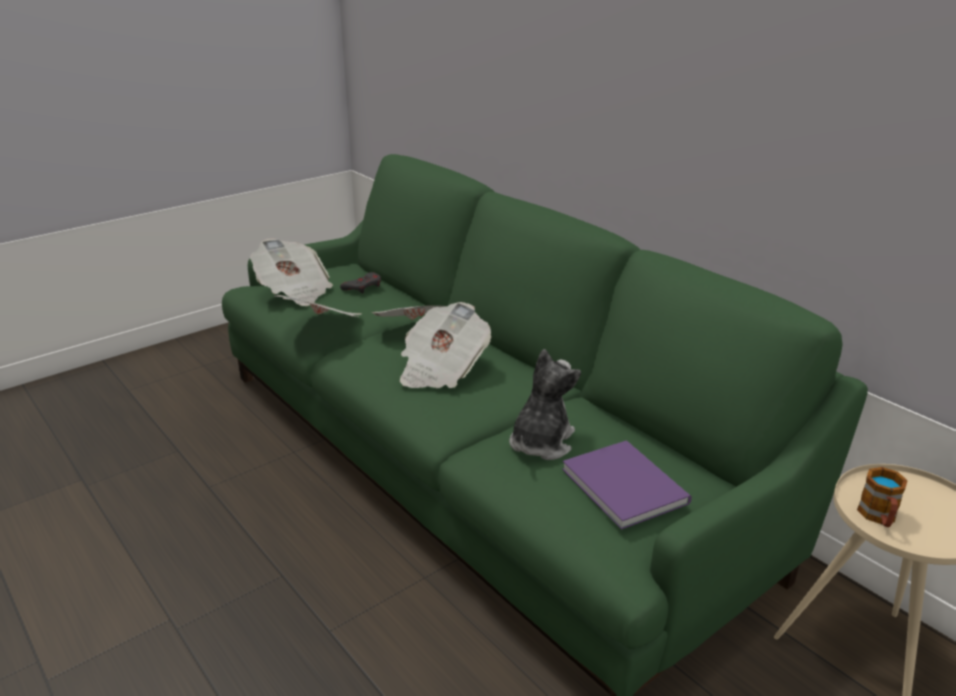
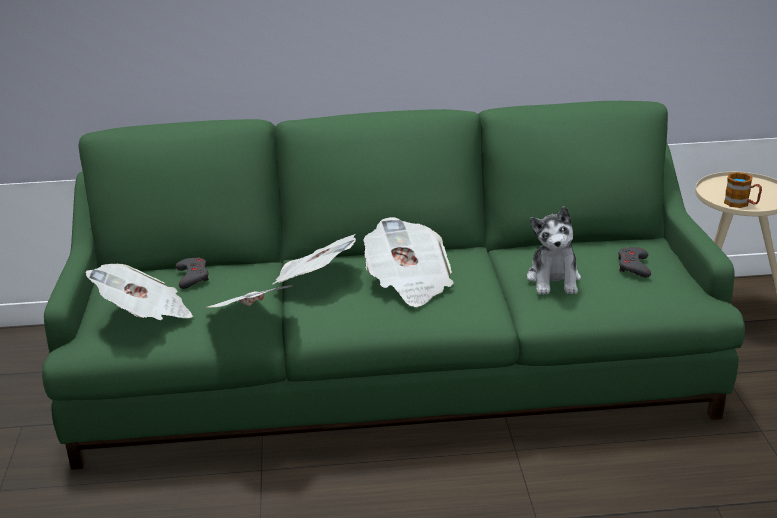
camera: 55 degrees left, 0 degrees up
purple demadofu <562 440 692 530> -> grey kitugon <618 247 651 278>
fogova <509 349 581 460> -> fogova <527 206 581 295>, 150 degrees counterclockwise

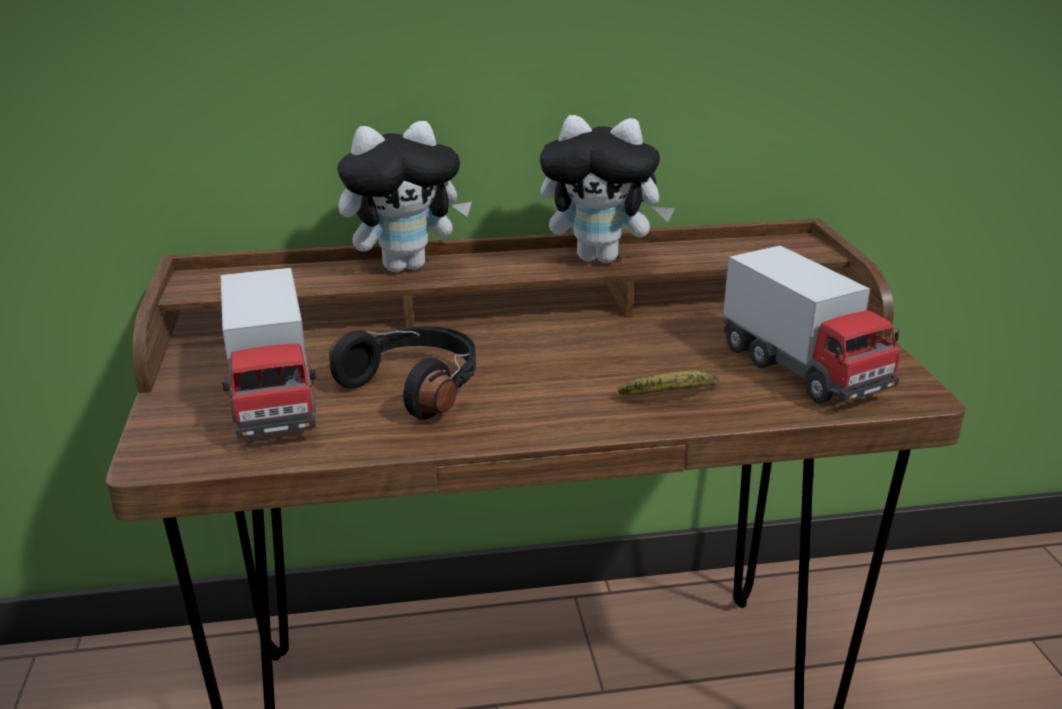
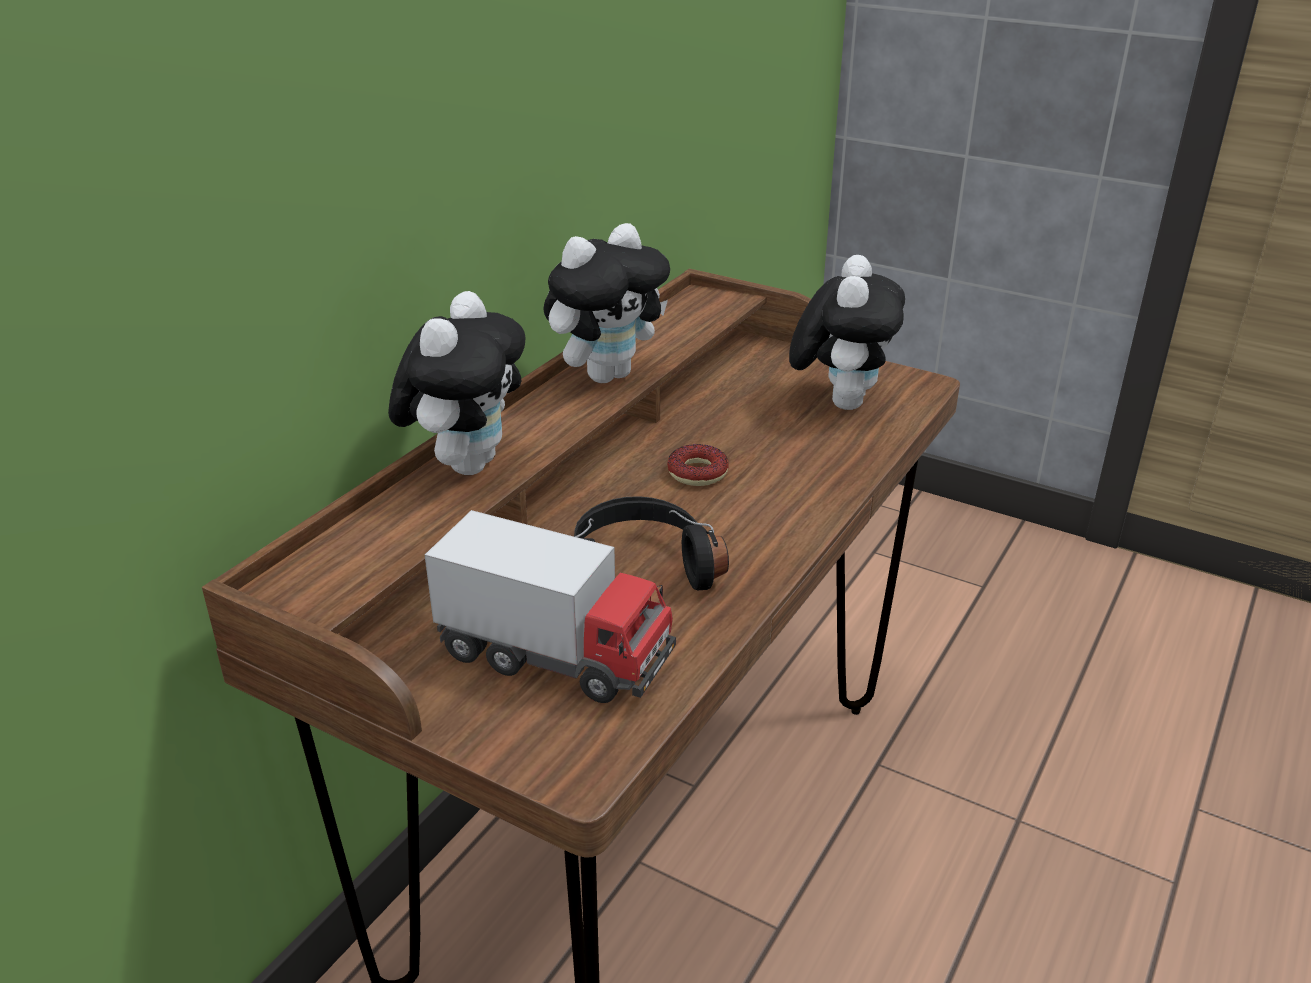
camera: 50 degrees left, 5 degrees up
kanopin <618 371 719 395> -> none
none -> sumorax <667 444 729 486>
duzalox <723 245 900 404> -> fogova <789 255 905 410>

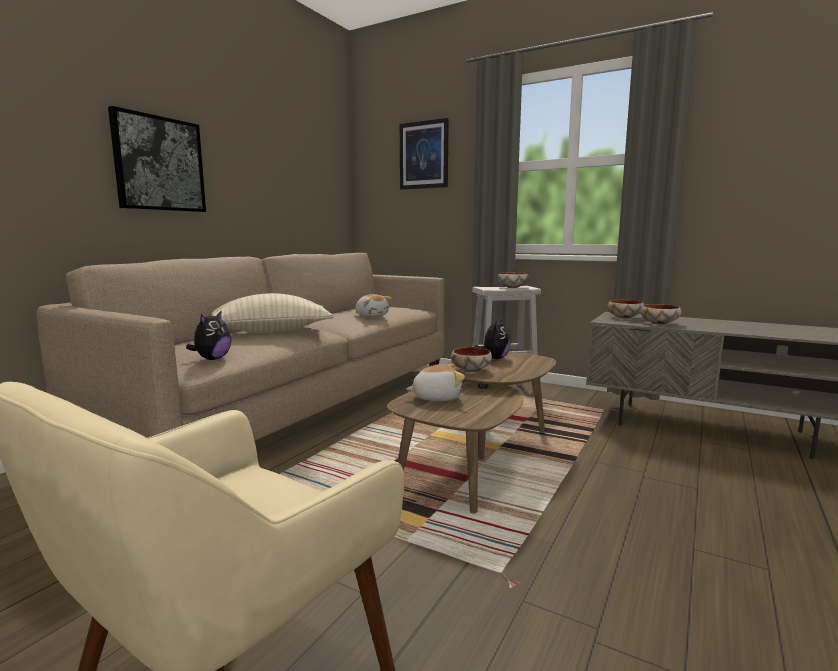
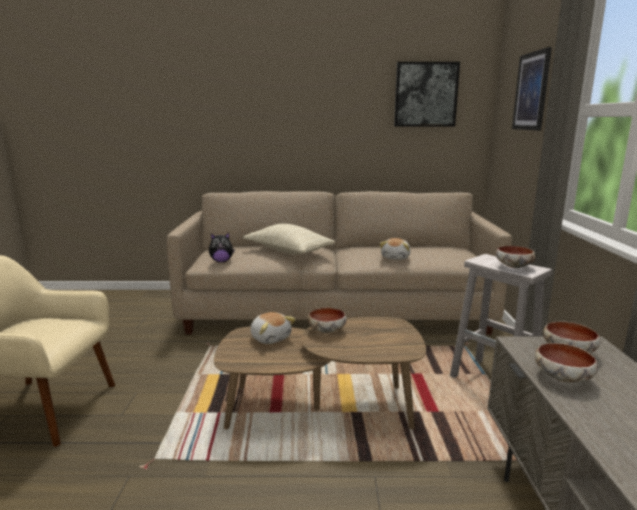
camera: 60 degrees right, 5 degrees up
fogova <475 318 511 359> -> none
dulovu <108 106 206 212> -> dulovu <394 62 460 127>, relocated

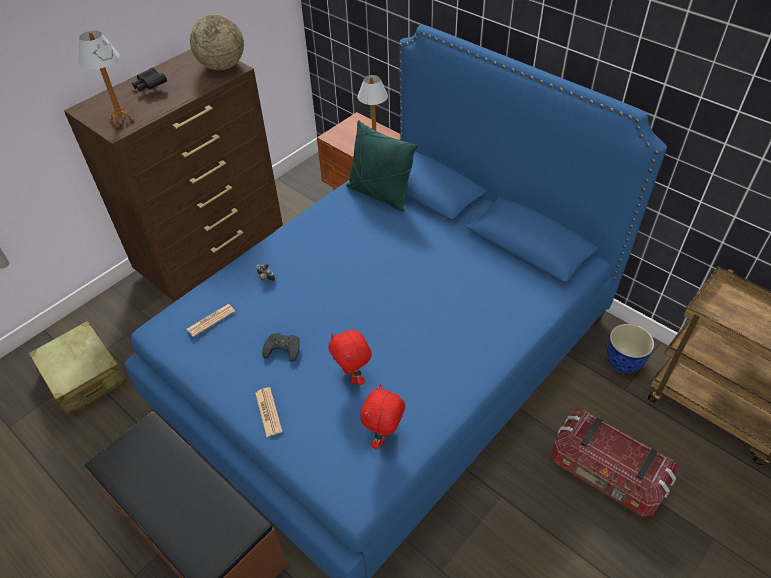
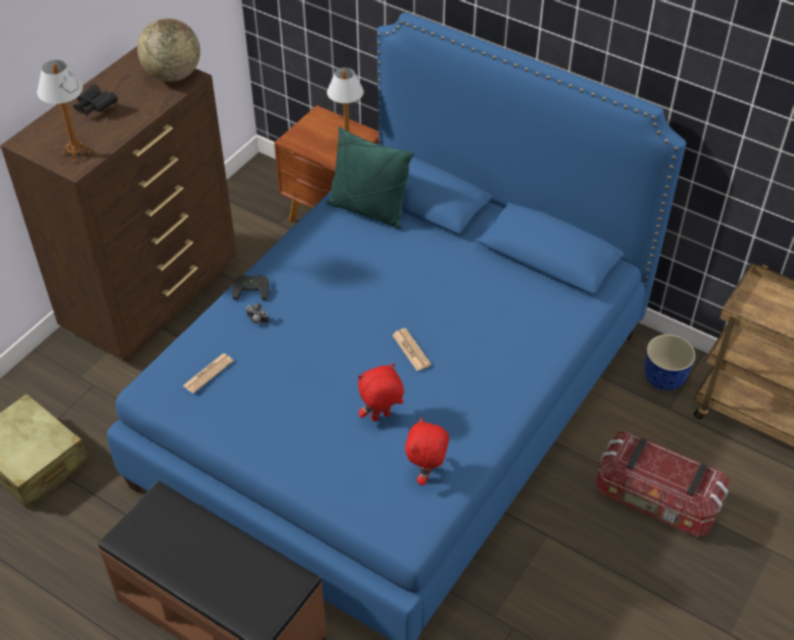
camera: 10 degrees left, 0 degrees up
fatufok <255 387 282 437> -> fatufok <392 328 431 371>, relocated
black kitugon <262 333 300 362> -> black kitugon <232 275 269 300>, relocated
red fogova <329 330 372 385> -> red fogova <358 363 404 421>, 105 degrees clockwise

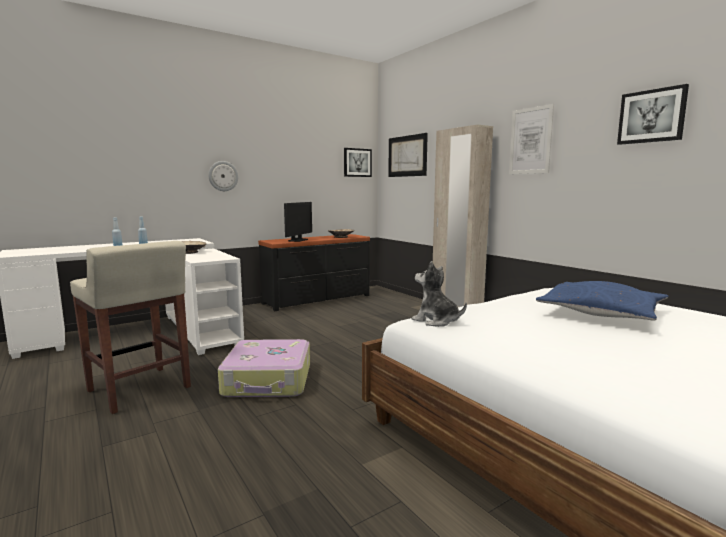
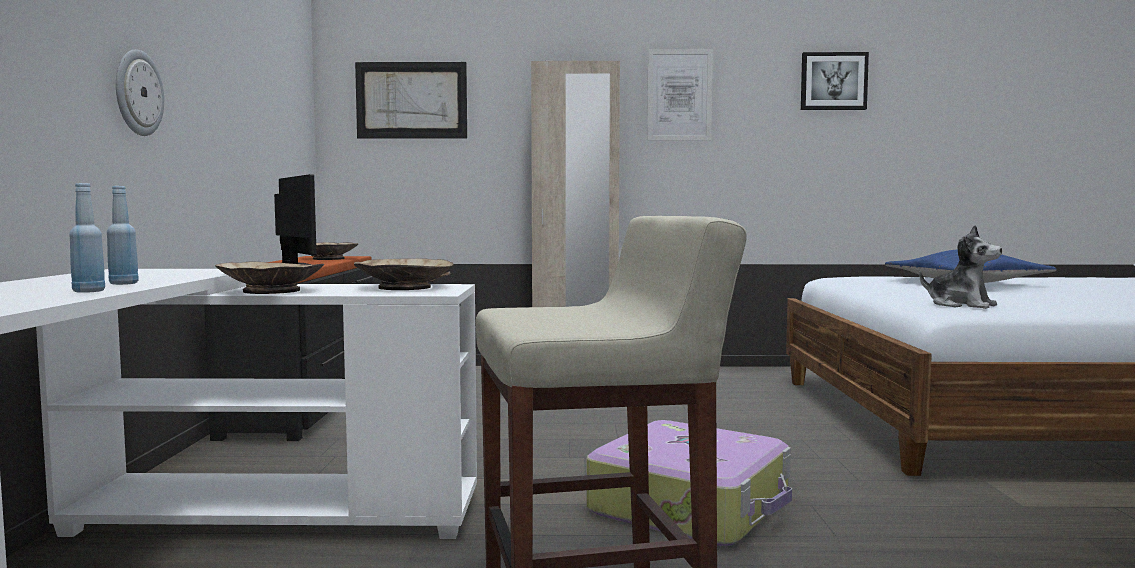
camera: 55 degrees left, 5 degrees down
dulovu <344 148 372 177> -> none
none -> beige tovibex <354 258 454 290>
fogova <412 261 467 327> -> fogova <919 225 1002 309>, 120 degrees counterclockwise

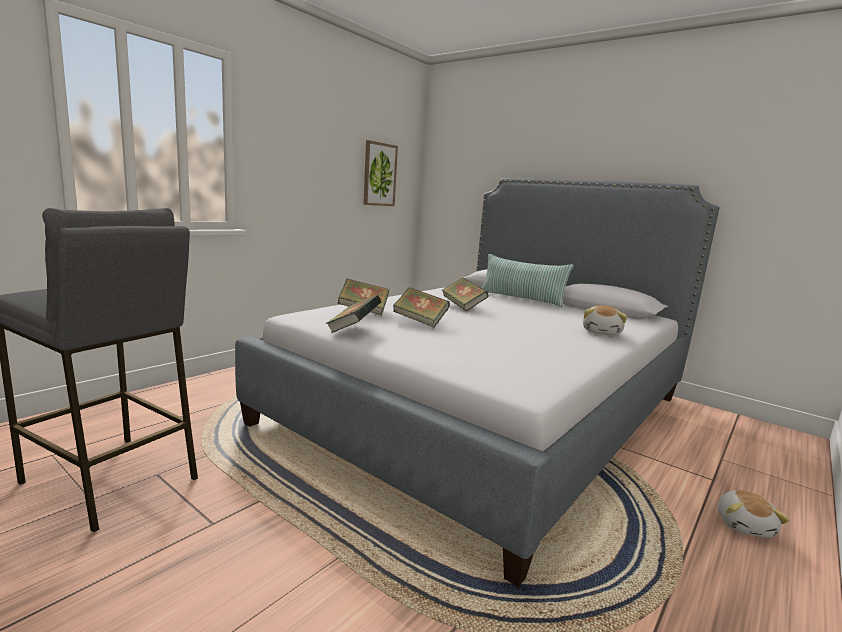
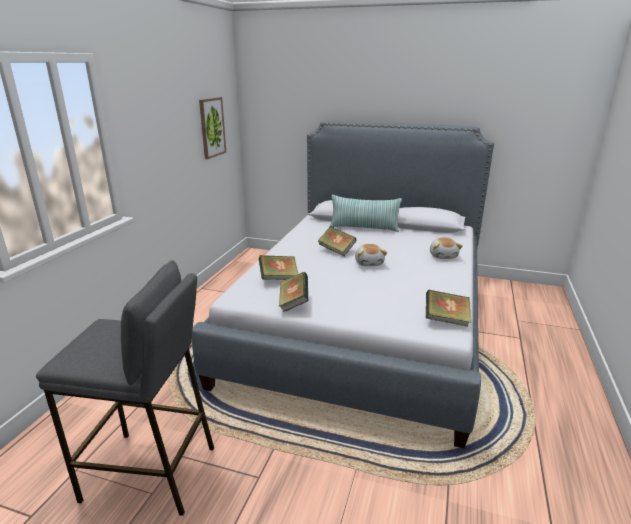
camera: 20 degrees left, 10 degrees up
demadofu <393 287 450 328> -> demadofu <426 290 471 327>, relocated
fogova <718 490 790 538> -> fogova <355 244 387 266>, relocated

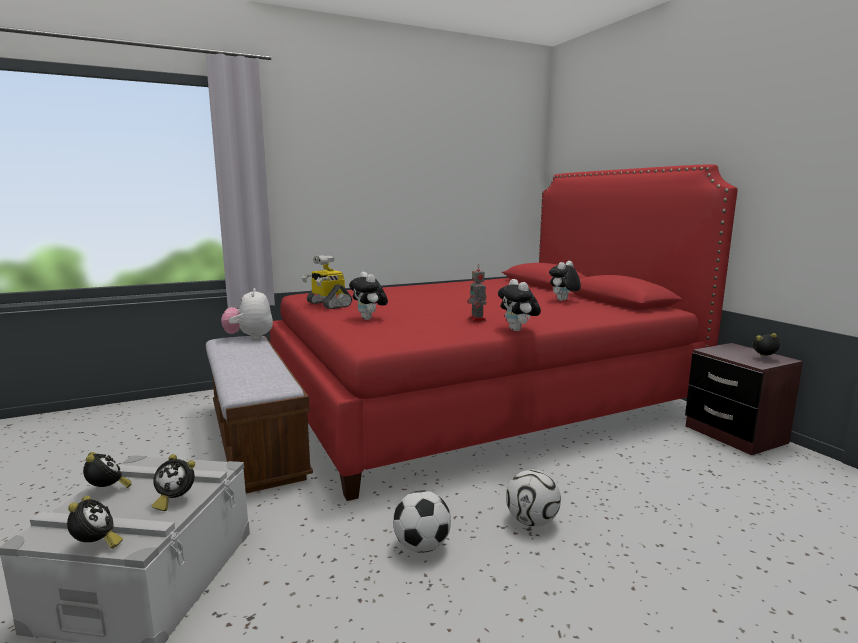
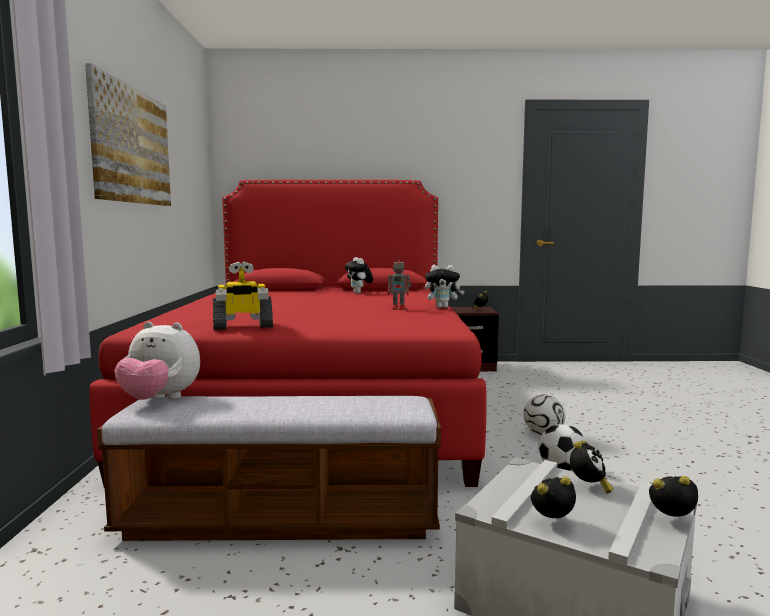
camera: 65 degrees left, 5 degrees down
fogova <349 272 388 320> -> none
none -> dulovu <85 63 171 206>

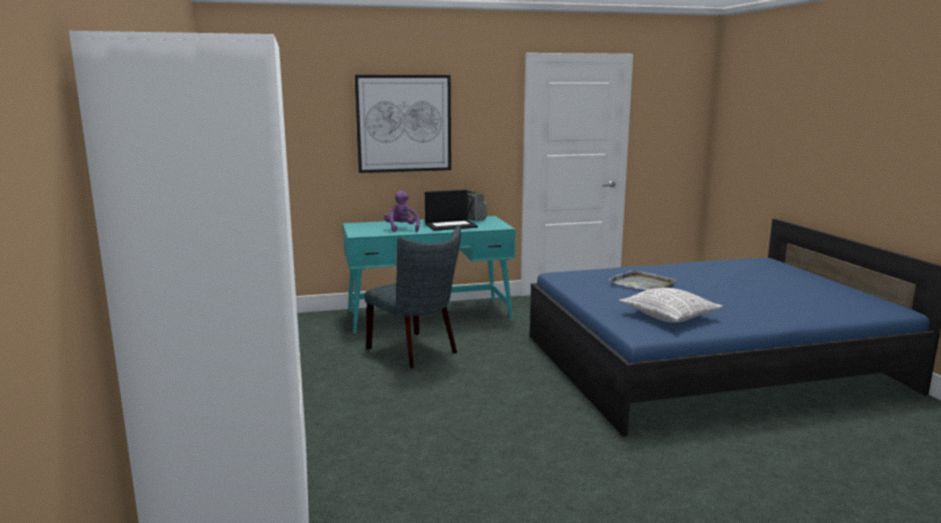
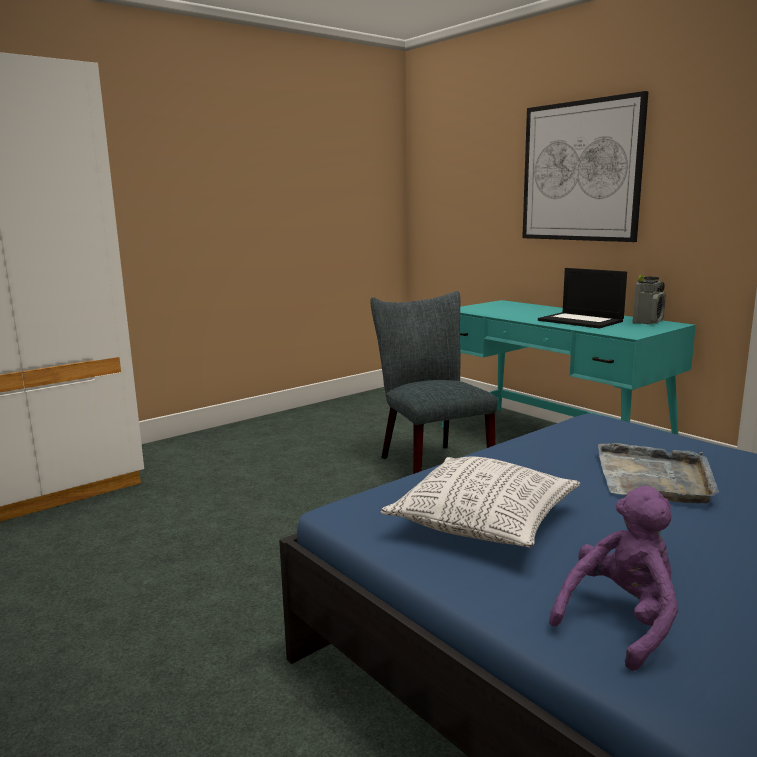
camera: 65 degrees right, 0 degrees up
purple fogova <384 191 420 232> -> purple fogova <549 486 678 671>, relocated
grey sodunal <364 226 461 368> -> grey sodunal <370 291 498 474>, 135 degrees clockwise

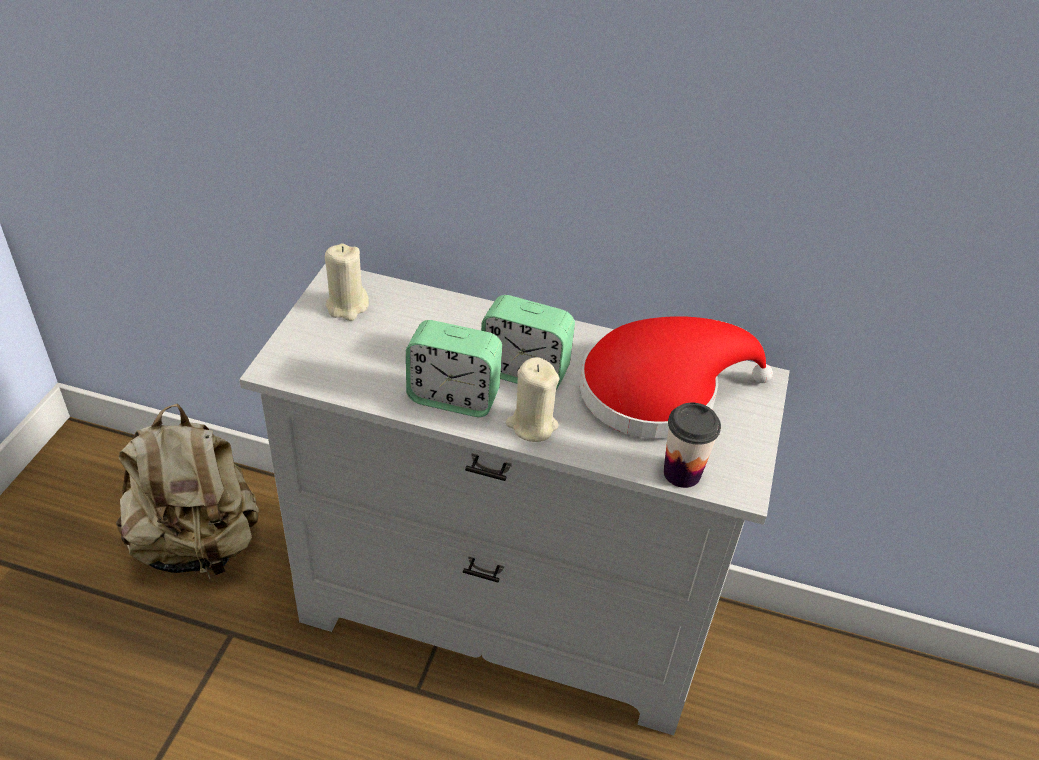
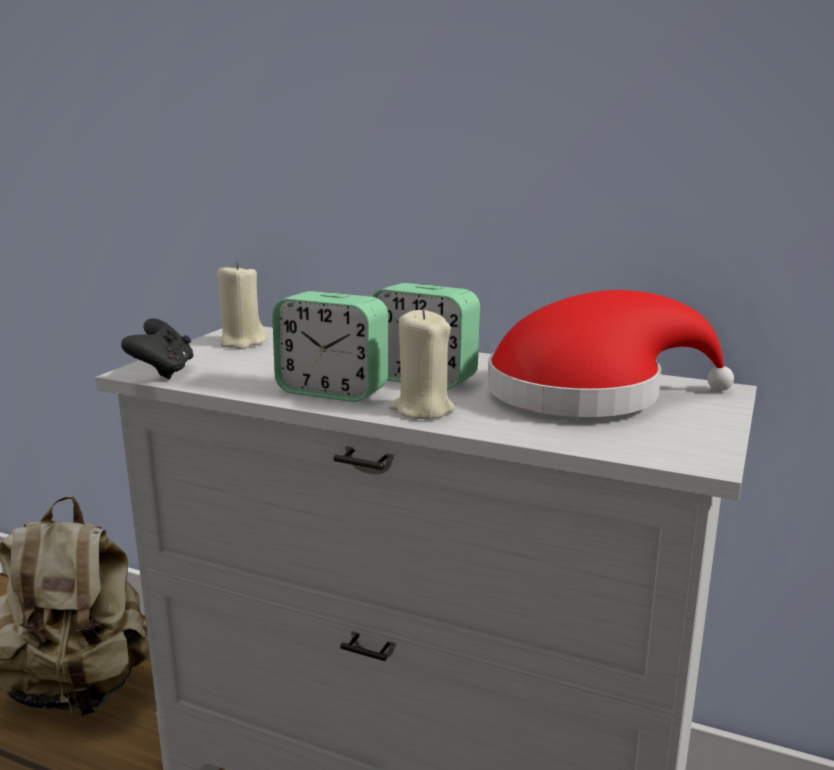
camera: 10 degrees right, 25 degrees down
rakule <664 402 721 488> -> none
none -> black kitugon <121 318 193 380>

